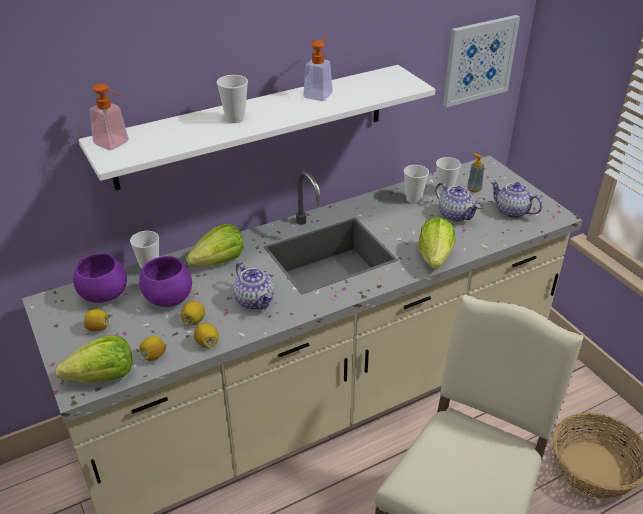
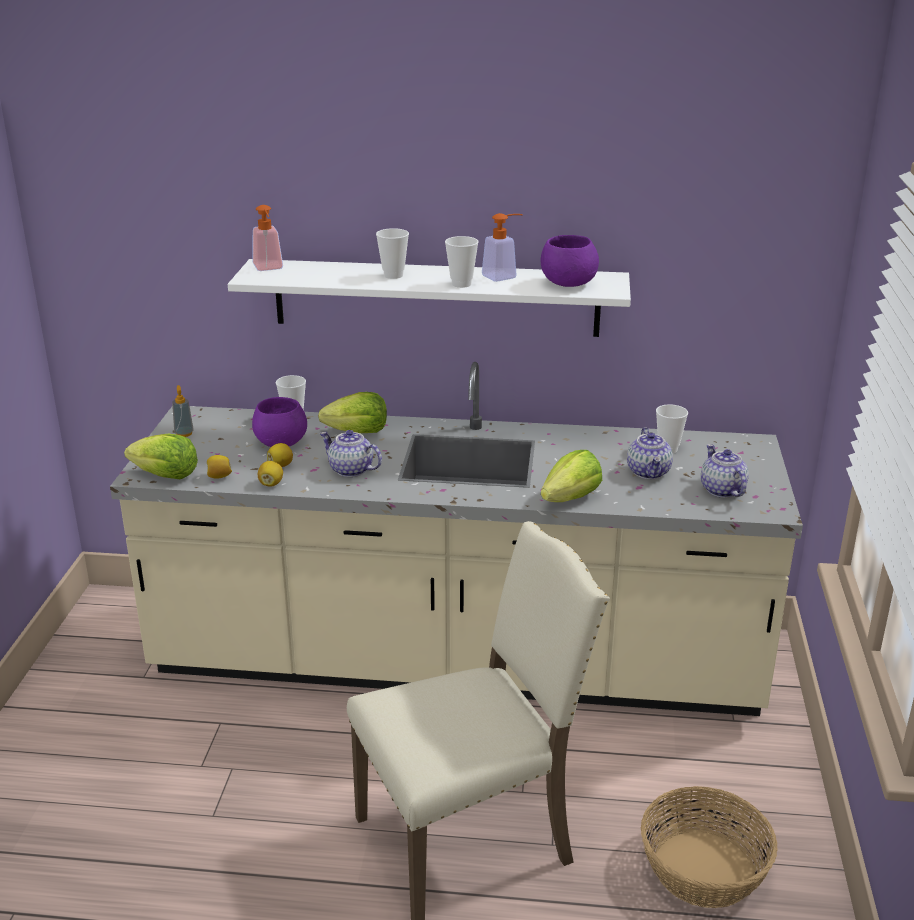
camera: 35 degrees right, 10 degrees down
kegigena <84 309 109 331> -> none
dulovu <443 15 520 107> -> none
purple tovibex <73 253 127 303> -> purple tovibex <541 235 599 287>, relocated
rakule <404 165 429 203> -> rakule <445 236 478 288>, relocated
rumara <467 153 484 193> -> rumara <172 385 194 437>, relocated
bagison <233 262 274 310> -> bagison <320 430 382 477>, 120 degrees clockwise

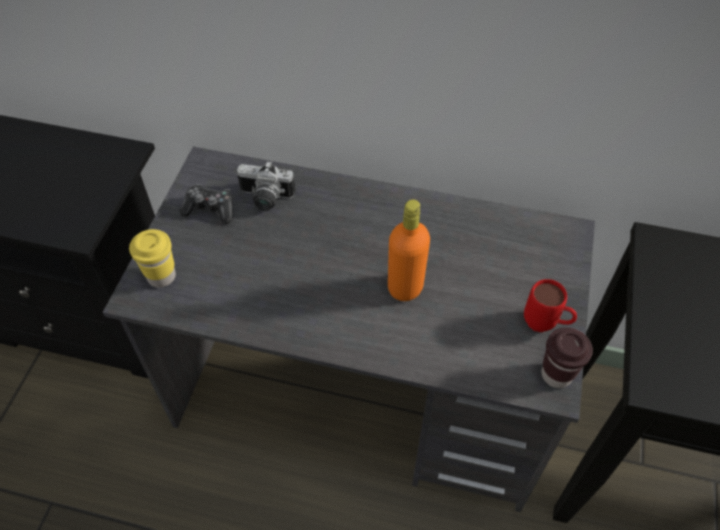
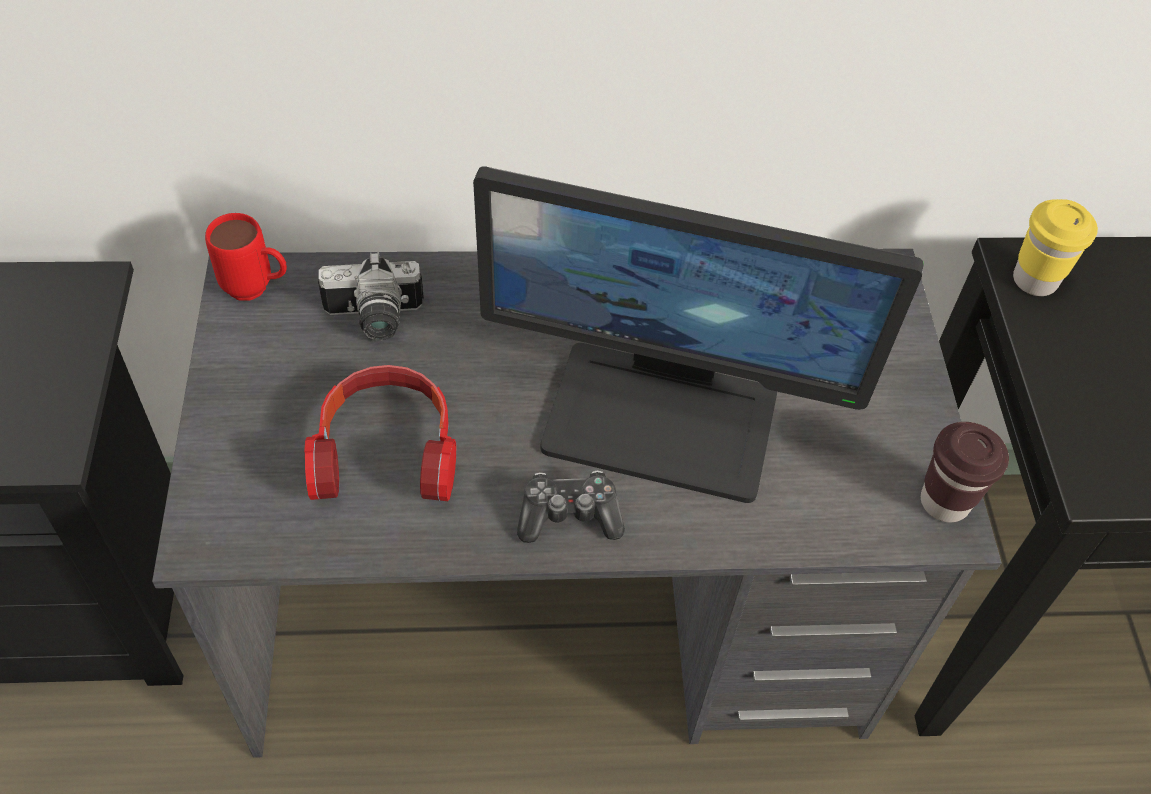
camera: 20 degrees left, 0 degrees up
none -> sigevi <304 365 456 501>
yellow rakule <129 229 176 288> -> yellow rakule <1013 199 1098 296>, relocated
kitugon <180 184 233 224> -> kitugon <517 471 625 543>, relocated
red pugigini <524 279 577 332> -> red pugigini <205 213 287 301>, relocated
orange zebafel <388 199 430 301> -> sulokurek <473 166 924 503>

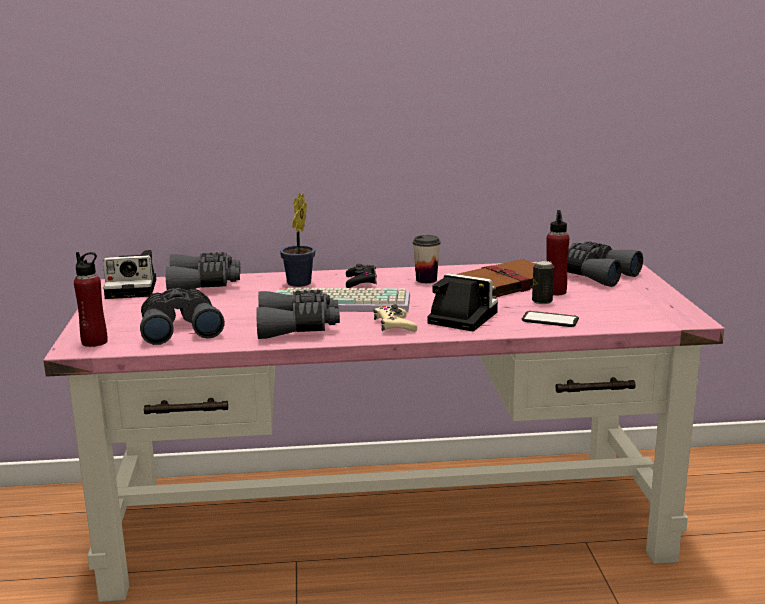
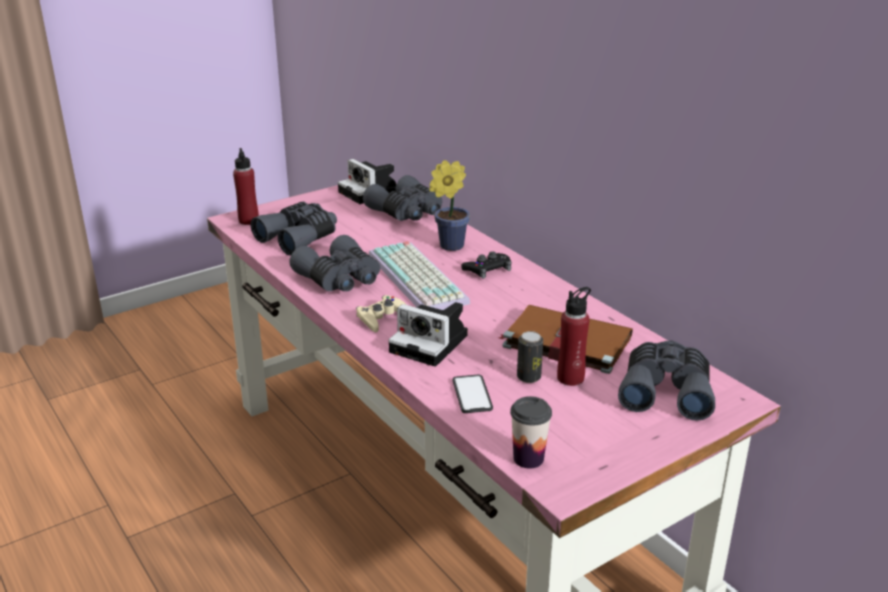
camera: 60 degrees right, 10 degrees up
rakule <413 235 441 283> -> rakule <510 396 552 469>, relocated
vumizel <428 273 498 331> -> vumizel <388 302 468 367>, 120 degrees clockwise

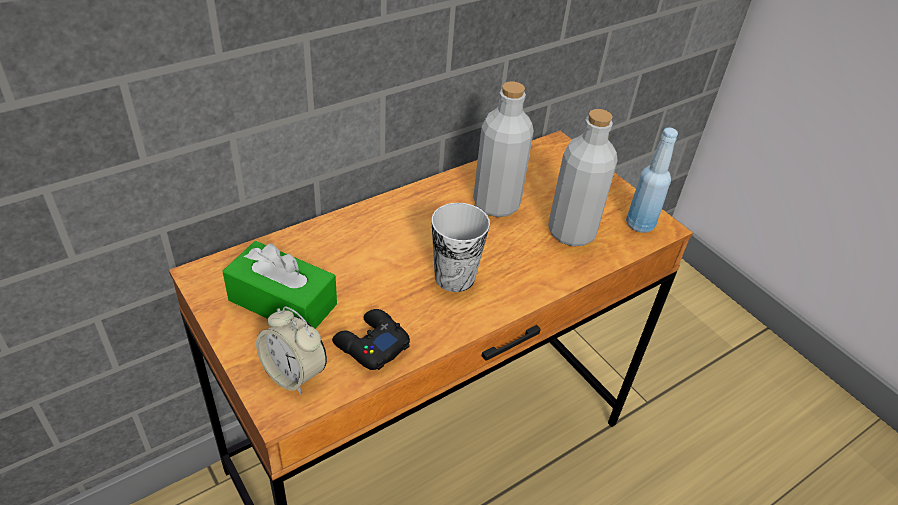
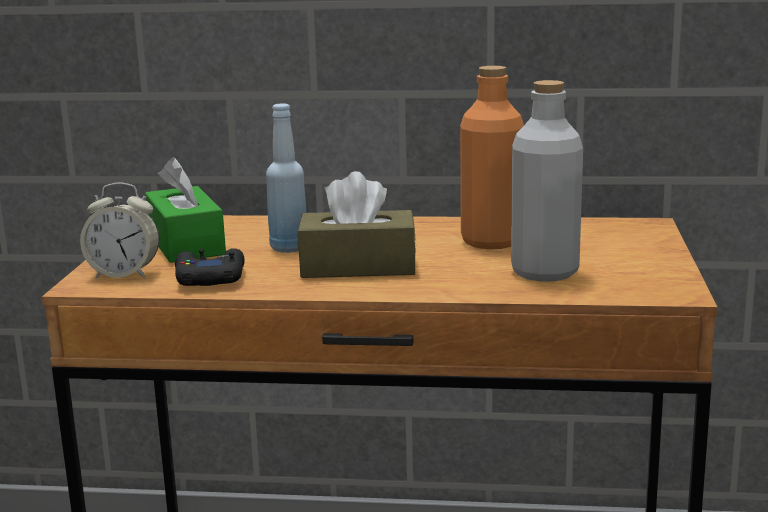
camera: 45 degrees right, 25 degrees down
blue zebafel <626 127 678 233> -> blue zebafel <266 104 307 253>, relocated
rakule <431 203 490 292> -> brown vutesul <298 171 416 278>
grey zebafel <473 81 534 217> -> orange zebafel <460 66 524 249>
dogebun <256 306 327 394> -> dogebun <80 183 159 279>, 75 degrees counterclockwise

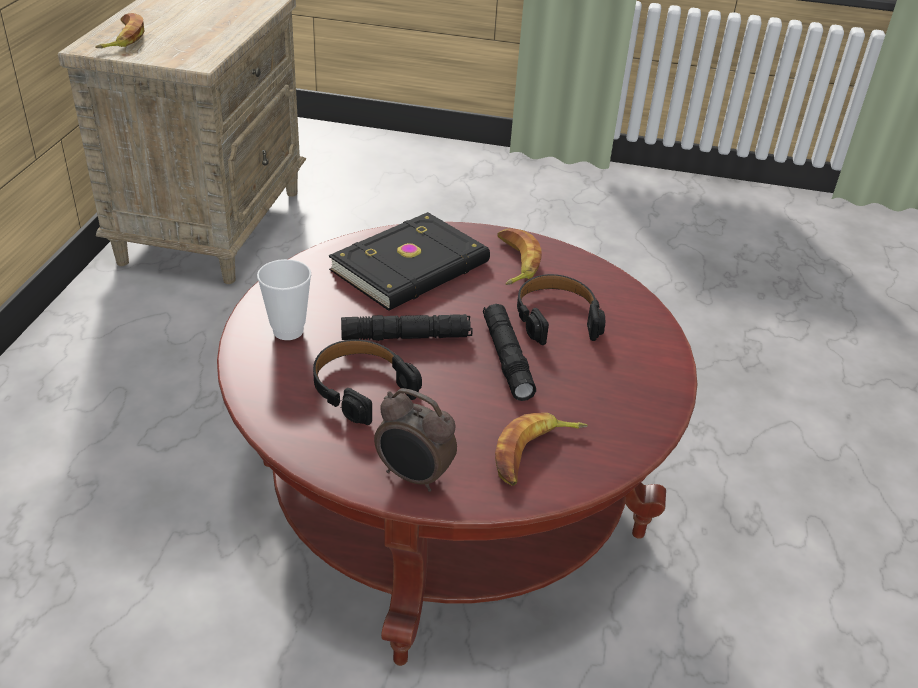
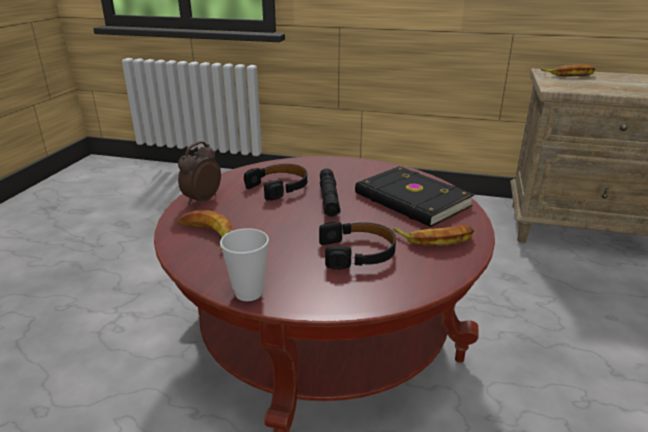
camera: 95 degrees right, 10 degrees down
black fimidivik <483 304 536 401> -> none
rakule <257 259 311 340> -> rakule <220 228 269 301>, relocated

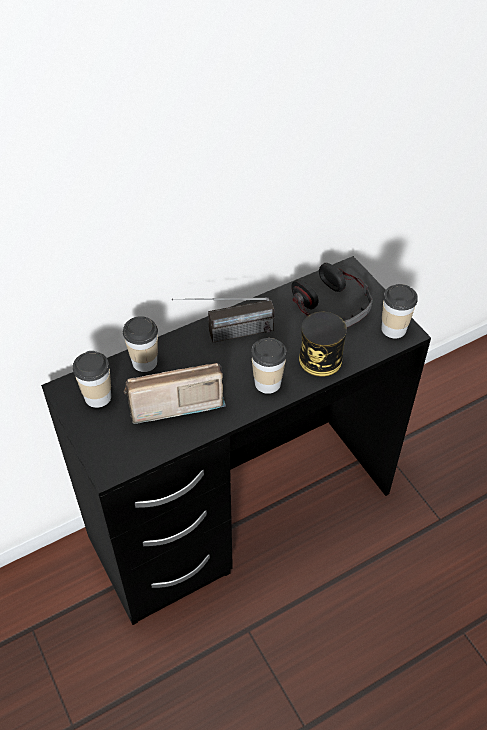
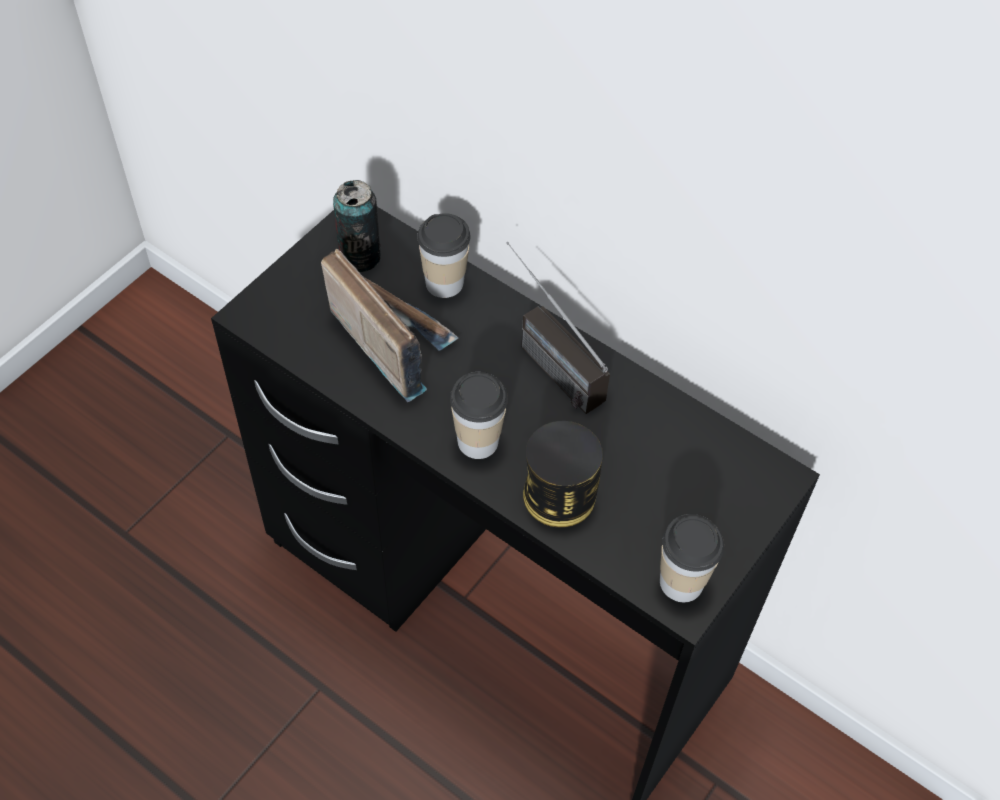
camera: 65 degrees right, 5 degrees up
sigevi <291 263 373 327> -> none
rakule <73 351 111 408> -> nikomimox <333 180 381 272>

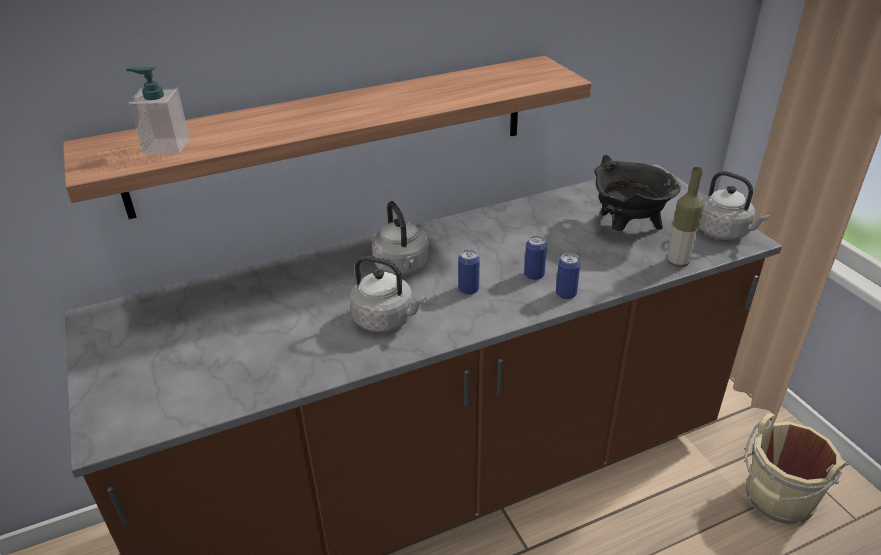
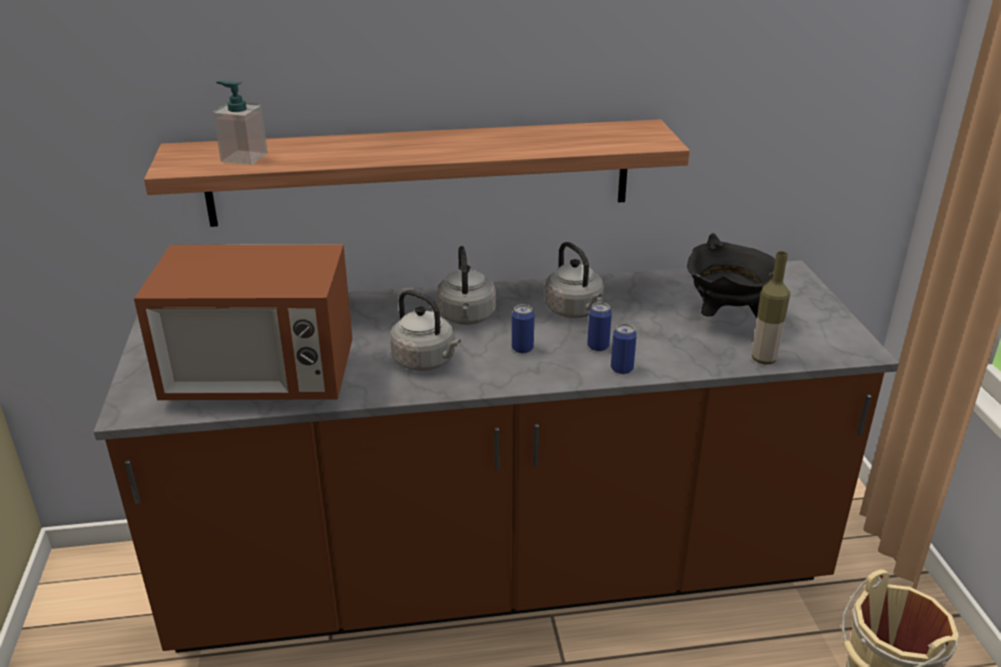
camera: 15 degrees right, 5 degrees down
none -> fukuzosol <134 244 352 400>
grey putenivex <699 171 770 240> -> grey putenivex <545 242 604 318>, relocated

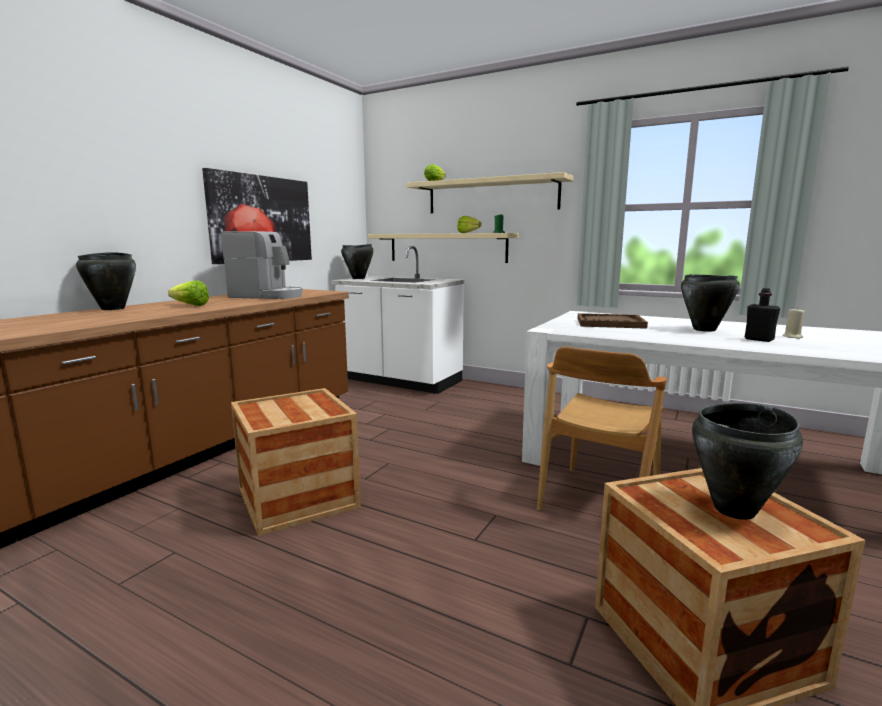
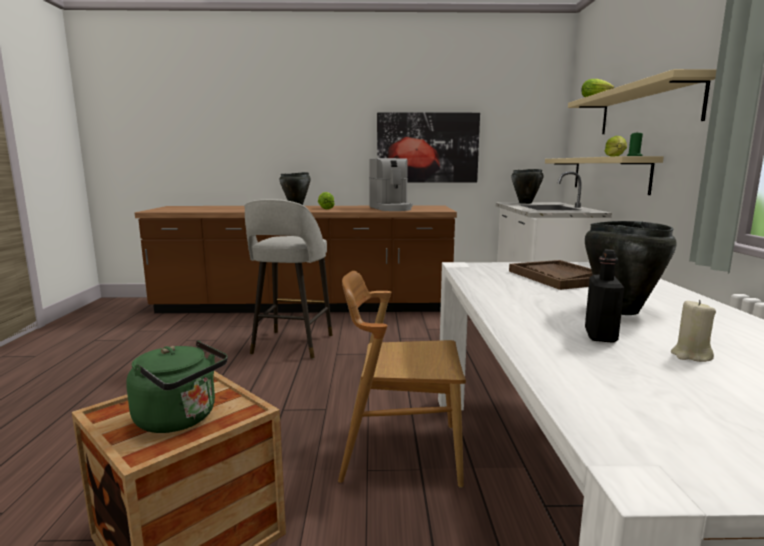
camera: 60 degrees right, 0 degrees up
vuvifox <231 388 361 536> -> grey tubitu <244 199 333 359>
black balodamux <692 403 803 520> -> green putenivex <126 340 228 433>

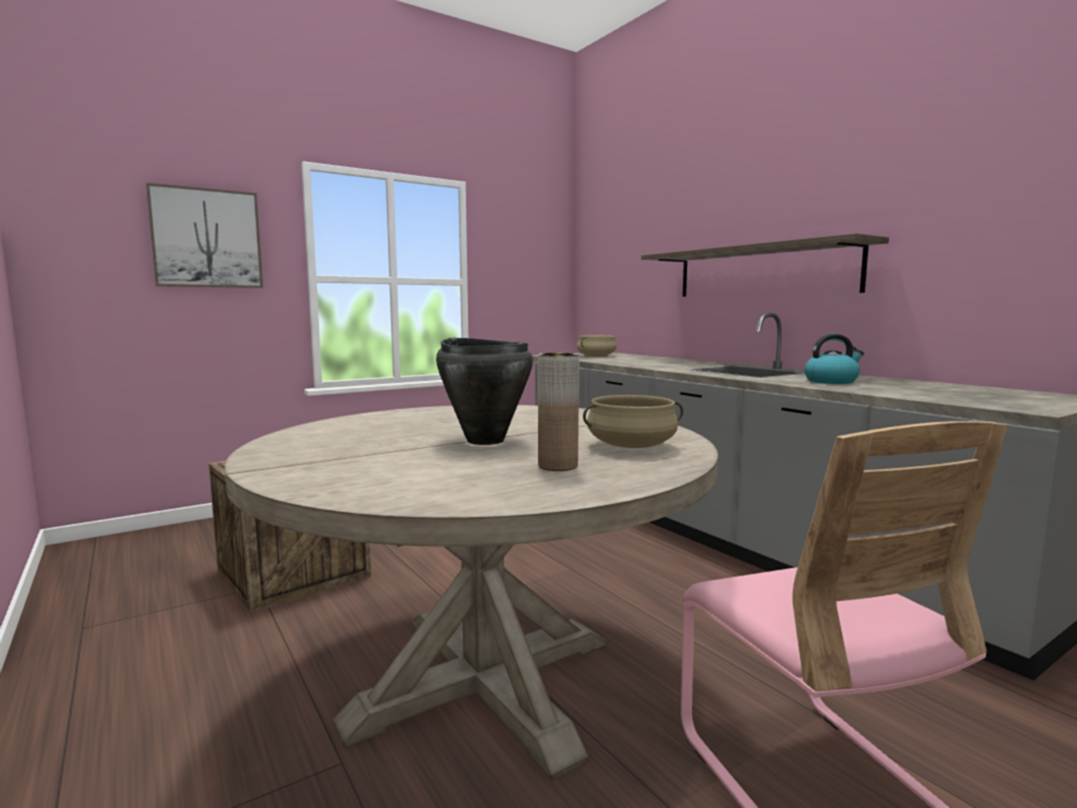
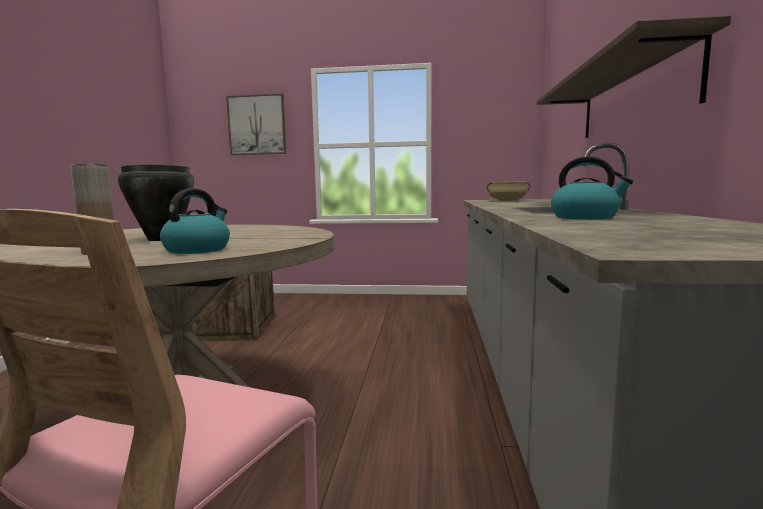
camera: 40 degrees right, 0 degrees up
beige balodamux <583 395 683 448> -> putenivex <160 188 230 254>

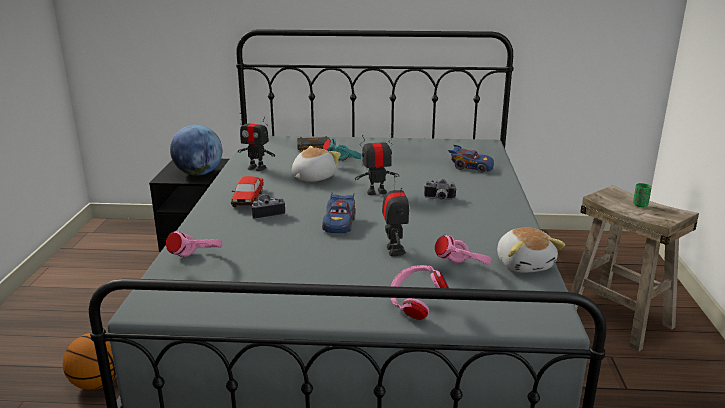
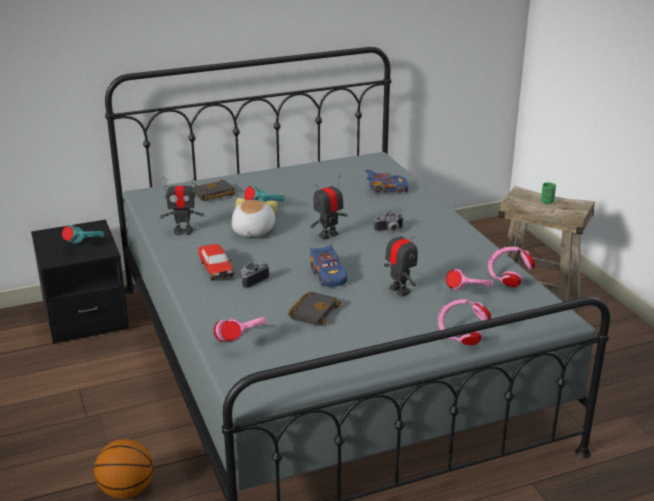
camera: 25 degrees left, 5 degrees up
none -> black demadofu <288 292 341 326>
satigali <170 125 222 176> -> turquoise sigevi <62 225 104 244>
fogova <497 228 565 273> -> pink sigevi <488 247 536 287>

